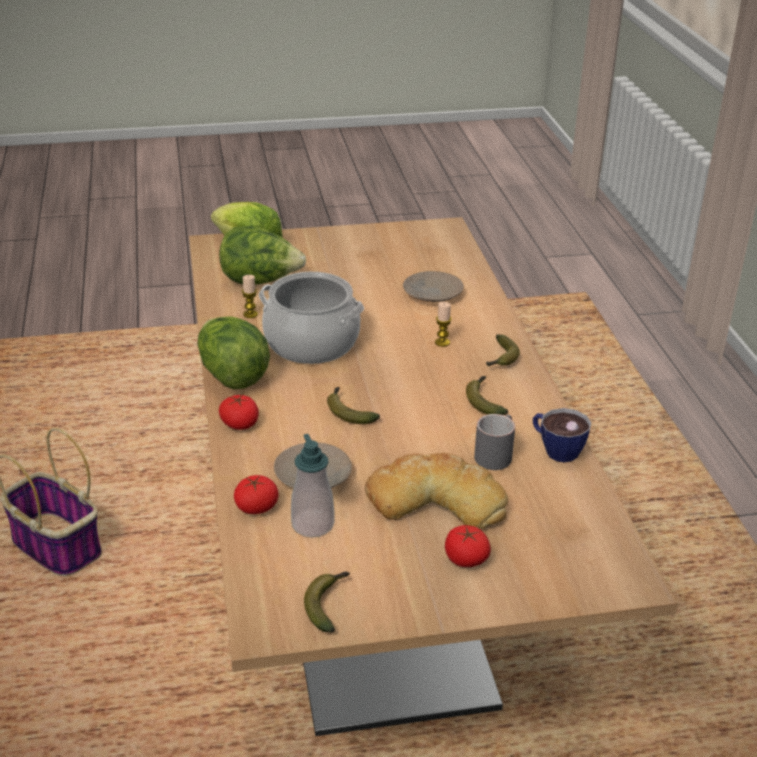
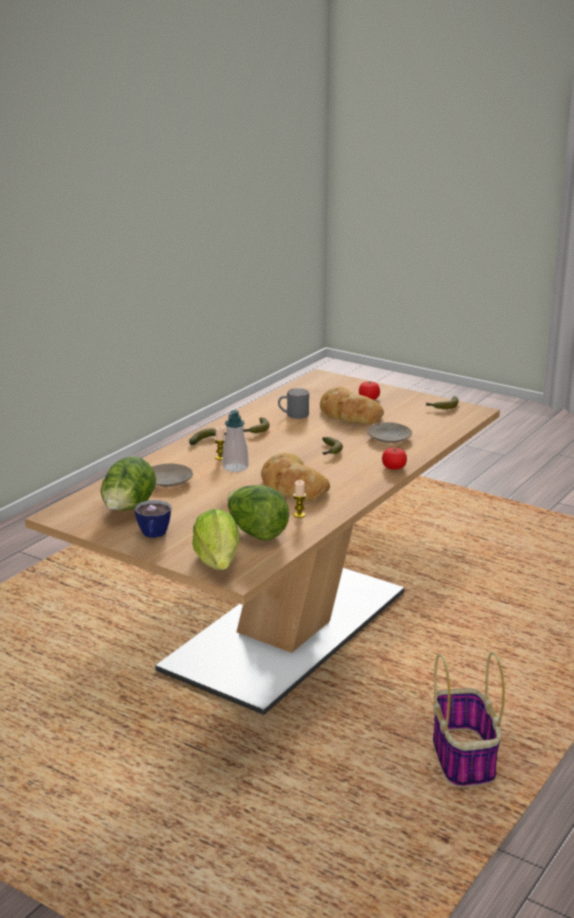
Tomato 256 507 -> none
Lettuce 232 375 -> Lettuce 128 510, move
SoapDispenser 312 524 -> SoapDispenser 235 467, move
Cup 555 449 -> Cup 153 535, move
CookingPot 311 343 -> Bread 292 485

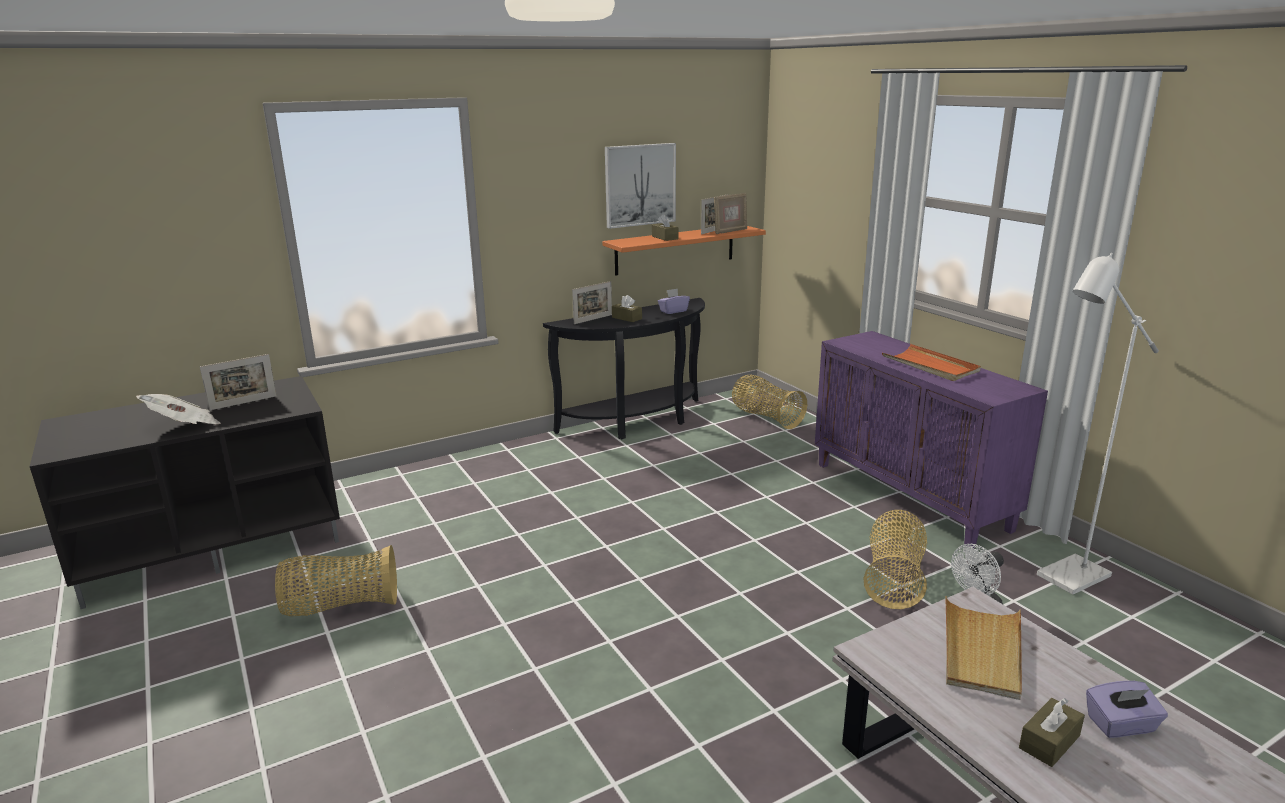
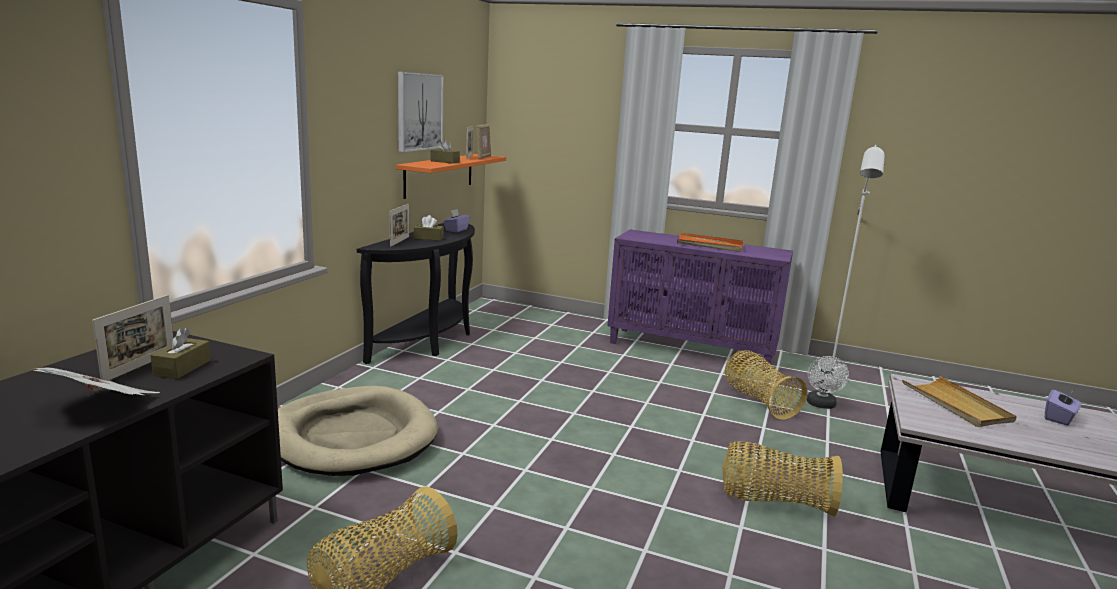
none -> BeigeDogBed 352 437
Basket 766 417 -> Basket 774 501, move
BrownTissueBox 1049 742 -> BrownTissueBox 182 368, move

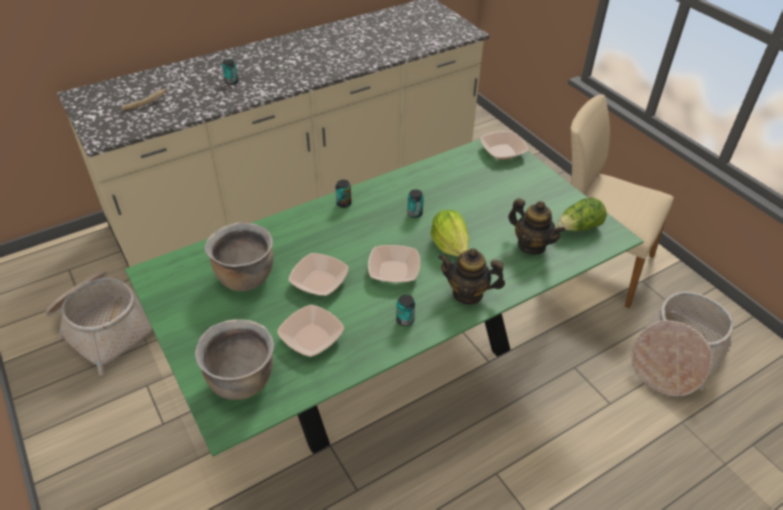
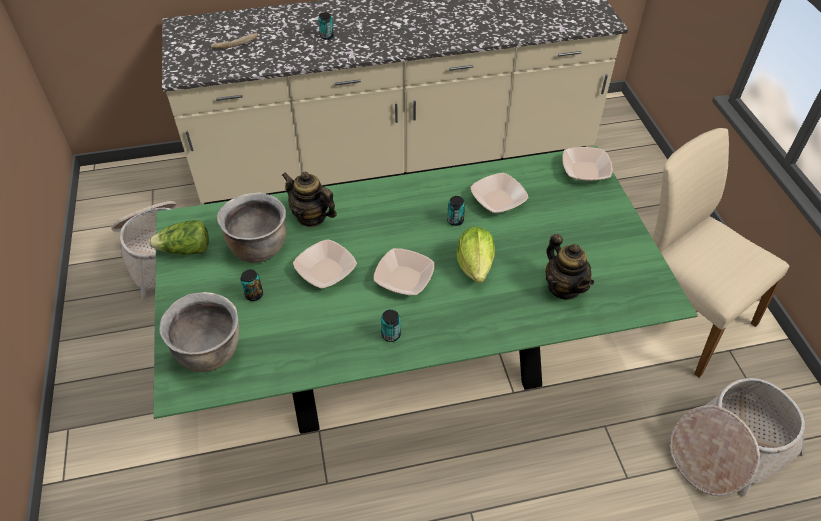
Bowl 311 338 -> Bowl 498 200, move
Can 343 203 -> Can 254 295, move
Teapot 468 293 -> Teapot 311 217, move
Lettuce 579 227 -> Lettuce 185 250, move

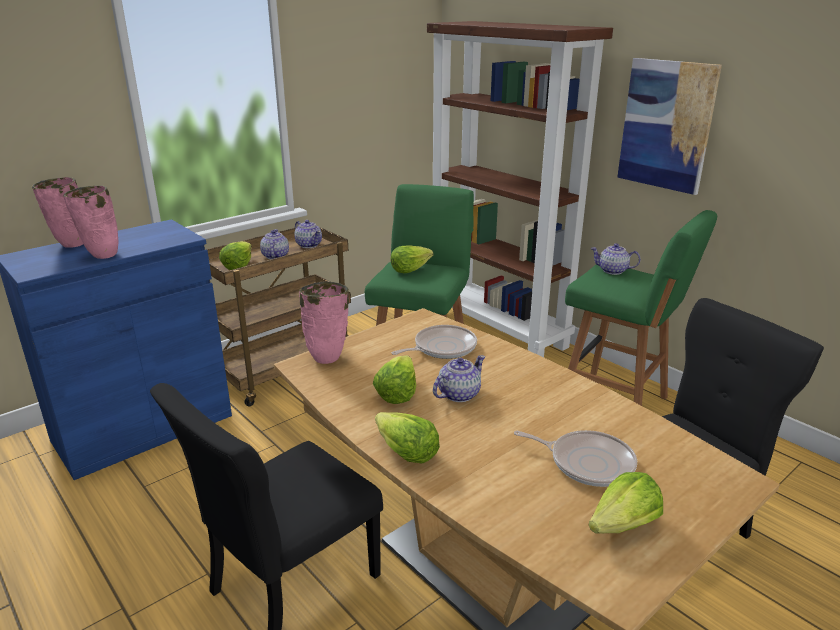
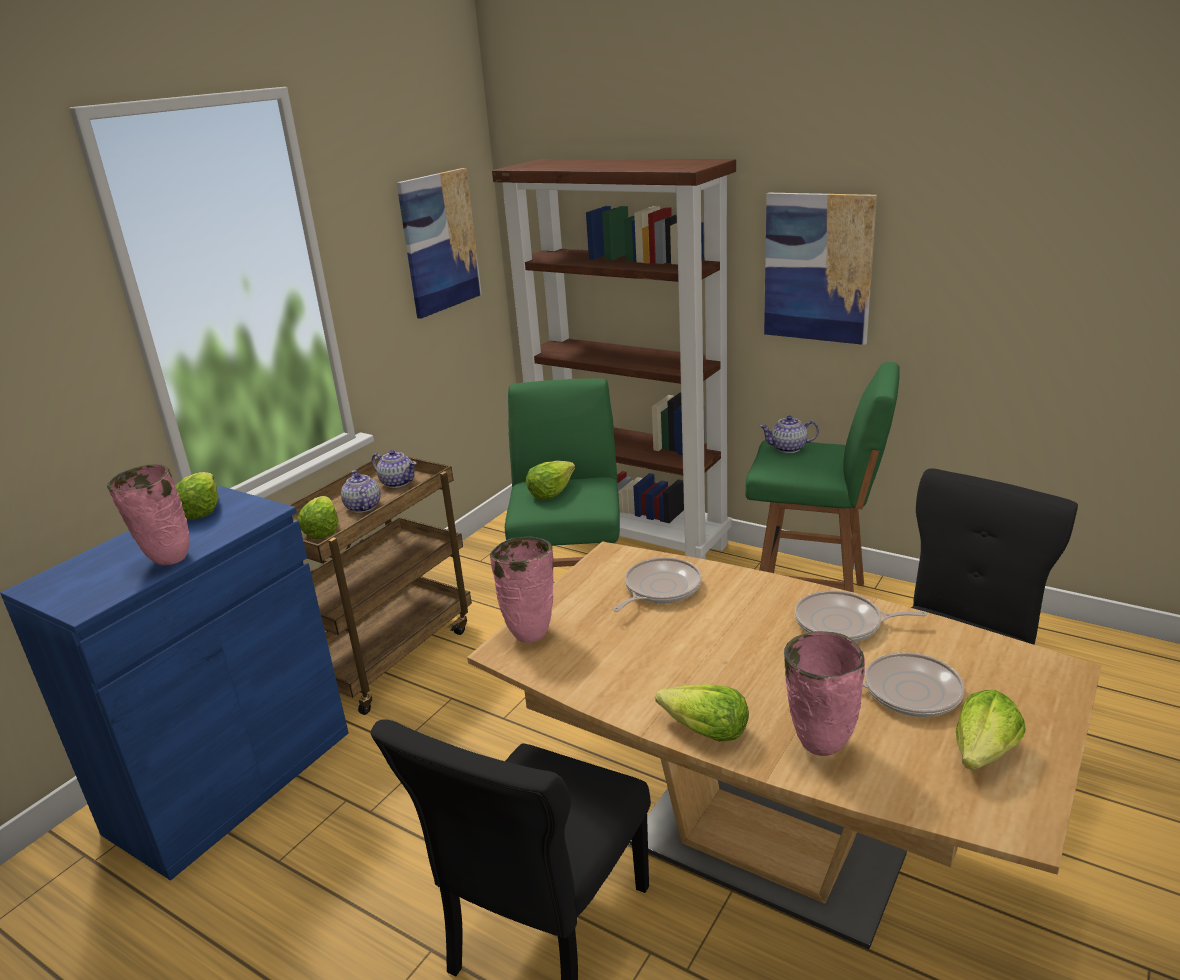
Teapot 458 394 -> none
none -> Picture 439 242
none -> FryingPan 843 624
PinkVase 70 245 -> PinkVase 818 747, move
Lettuce 397 392 -> Lettuce 200 510, move

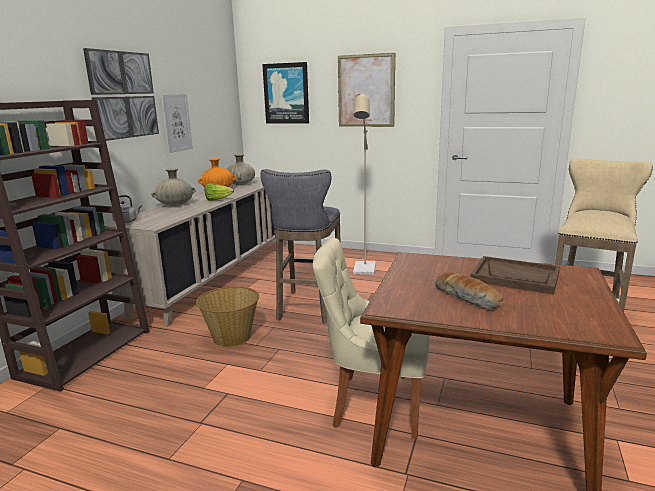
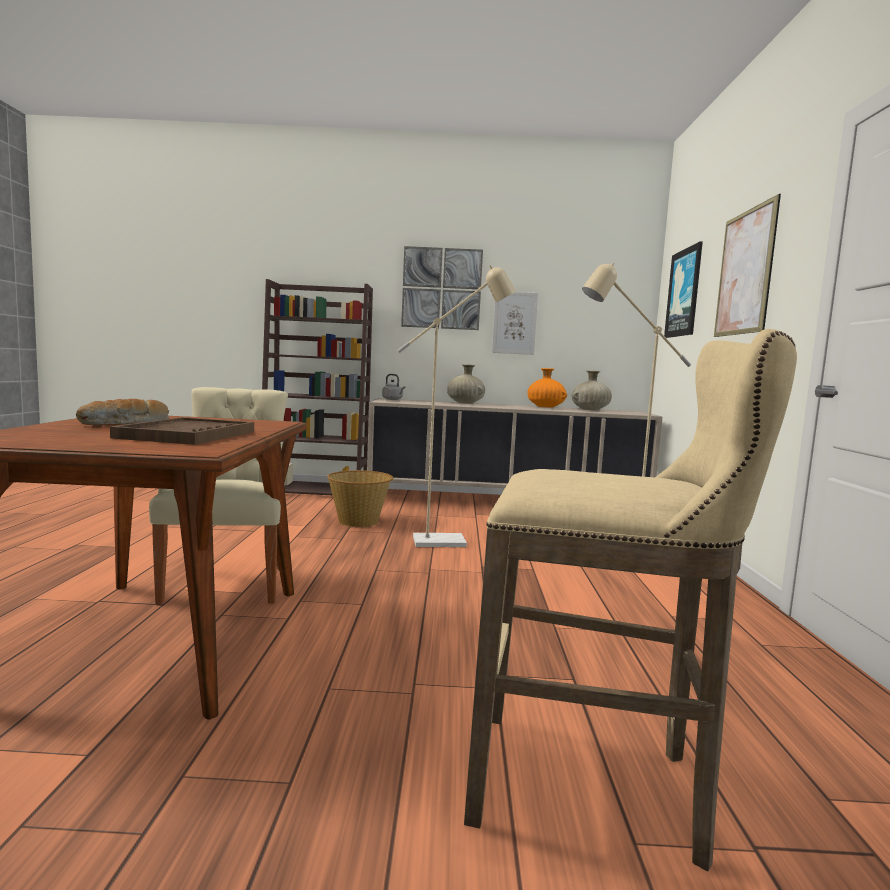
Lettuce 217 200 -> none
GreyStool 308 308 -> BeigeFloorLamp 449 541

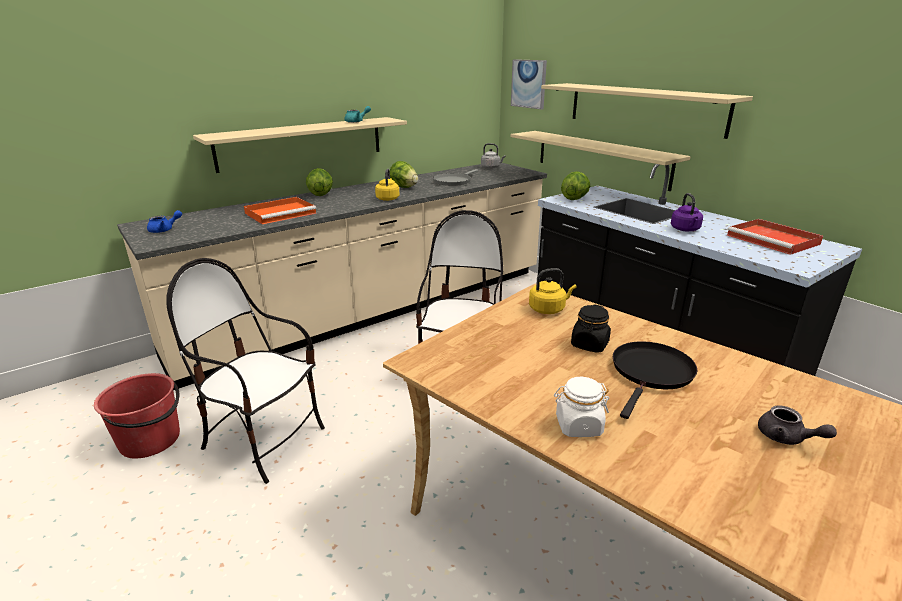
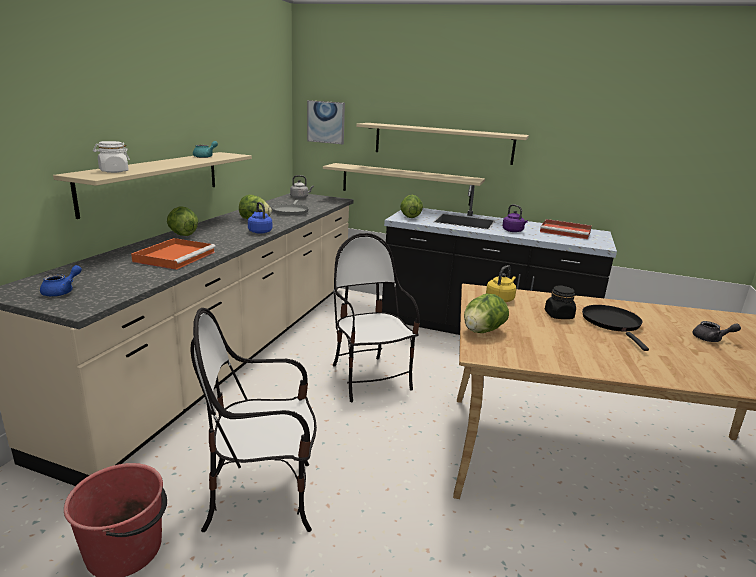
none -> Lettuce 482 331
WhiteJar 578 426 -> WhiteJar 113 171, move
YellowKettle 388 198 -> BlueKettle 259 231

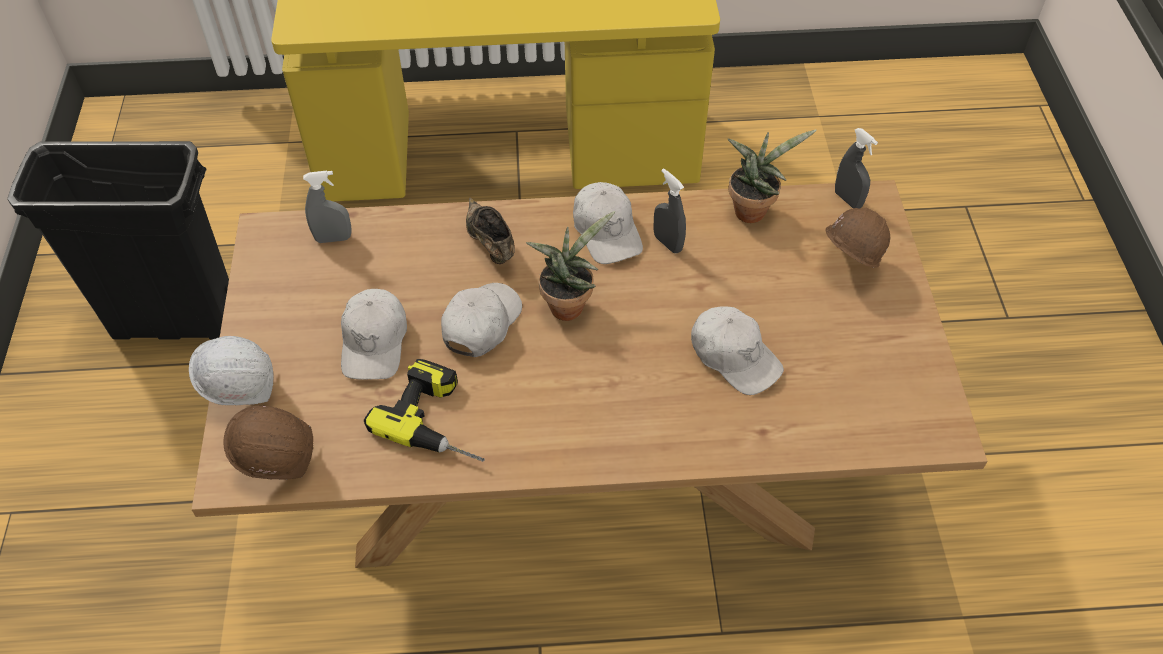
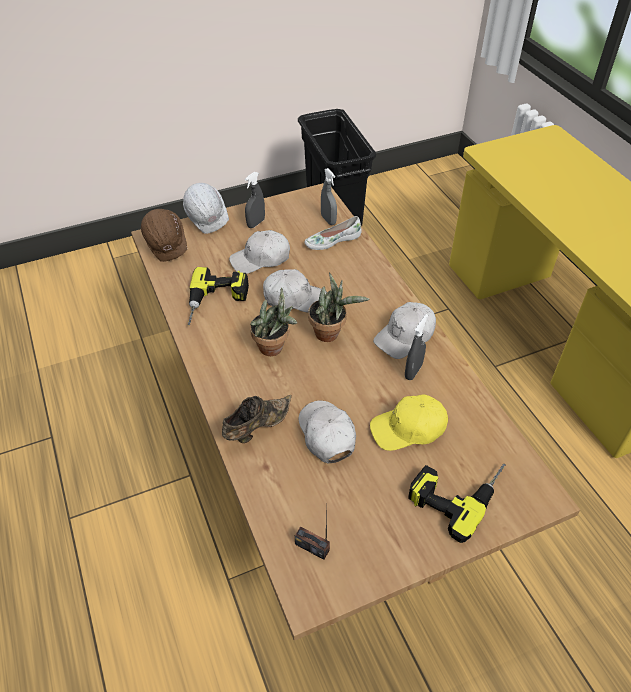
none -> Radio 312 547
none -> WhiteShoe 332 240
none -> YellowCap 408 429
BrownShoe 490 244 -> BrownShoe 256 427, move
PottedPlant 753 209 -> PottedPlant 274 349, move
GreySprayBottle 848 199 -> GreySprayBottle 256 223, move
BrownHardHat 846 264 -> PowerDrill 456 490
WhiteCap 734 356 -> WhiteCap 326 435, 135 degrees clockwise

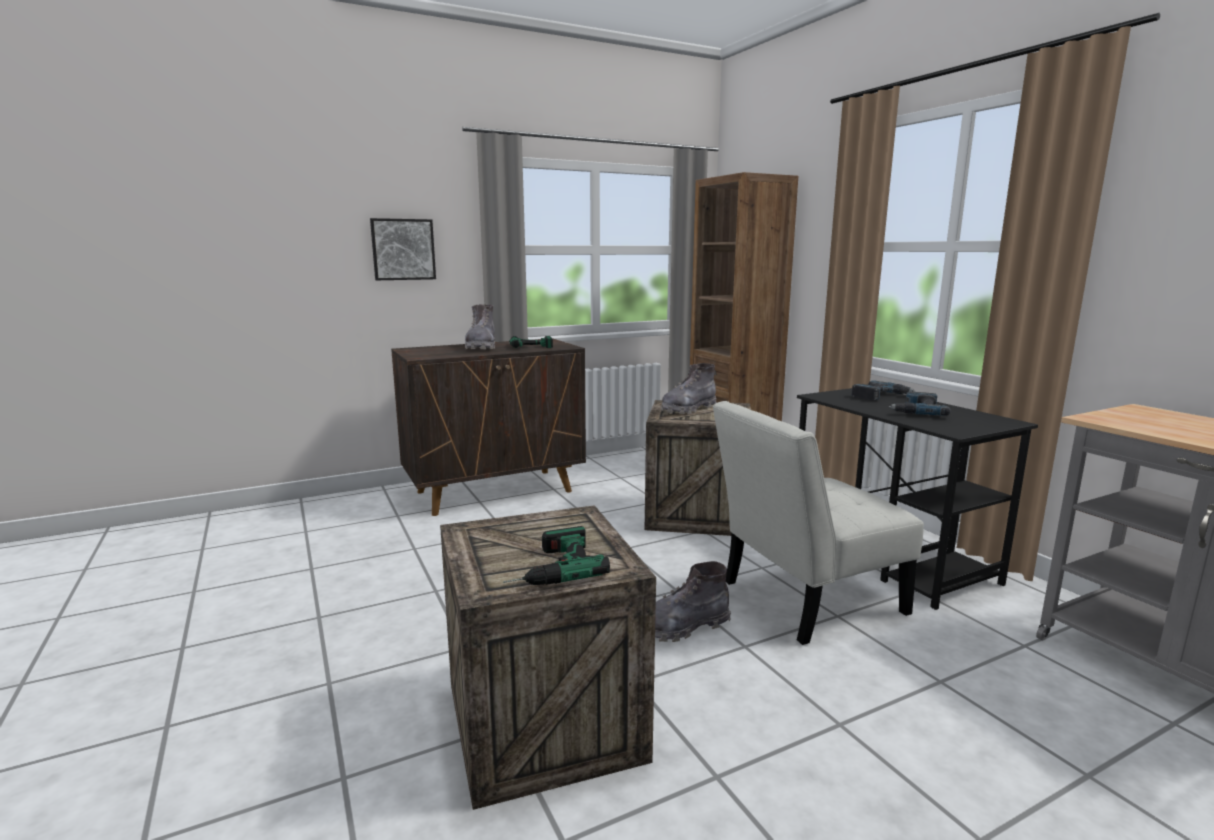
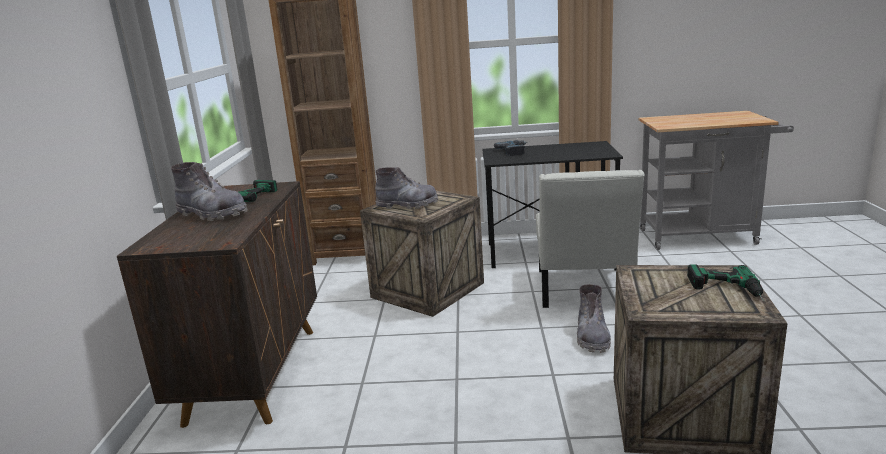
Picture 403 249 -> none
PowerDrill 916 410 -> none
GreyBoot 688 409 -> GreyBoot 407 205, 75 degrees counterclockwise

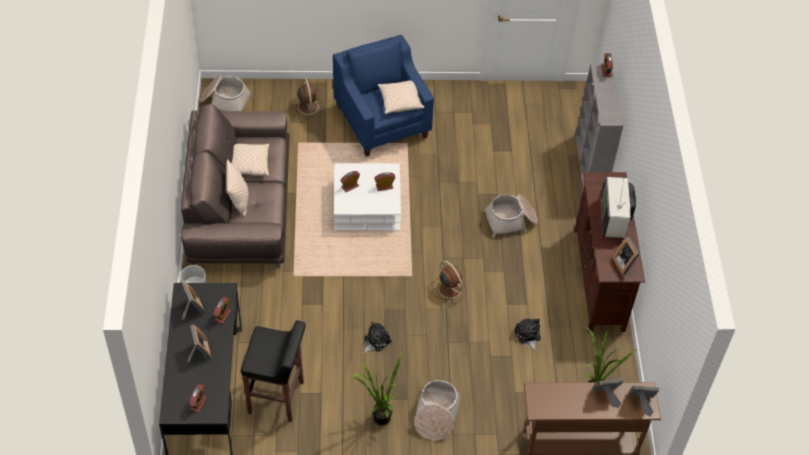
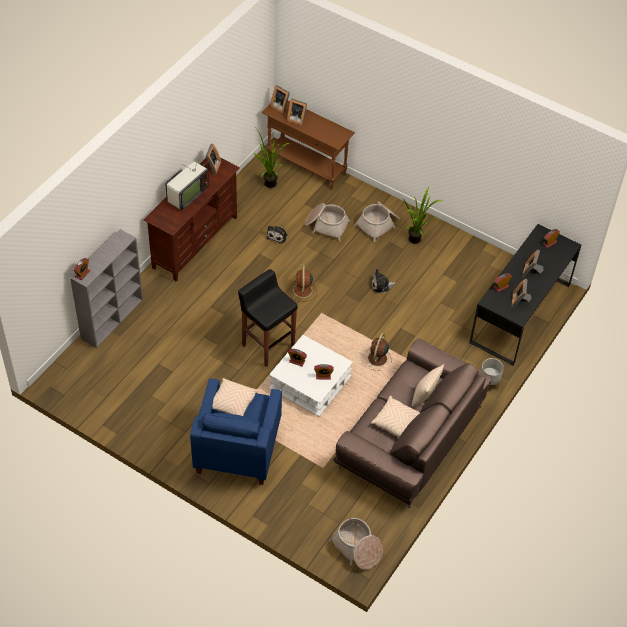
BlackStool 277 398 -> BlackStool 267 345, move
BrownFan 308 106 -> BrownFan 377 359, move
Basket 511 220 -> Basket 326 225, move

